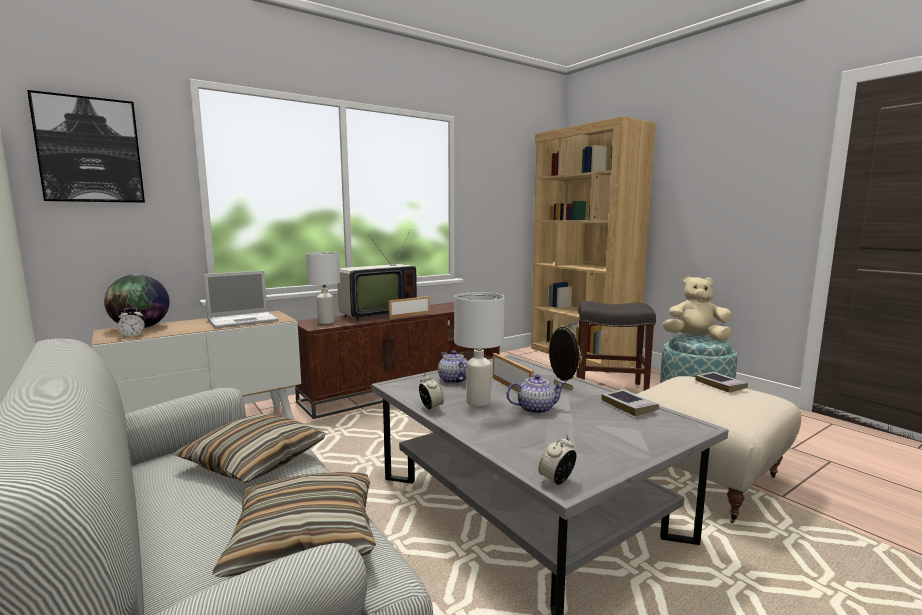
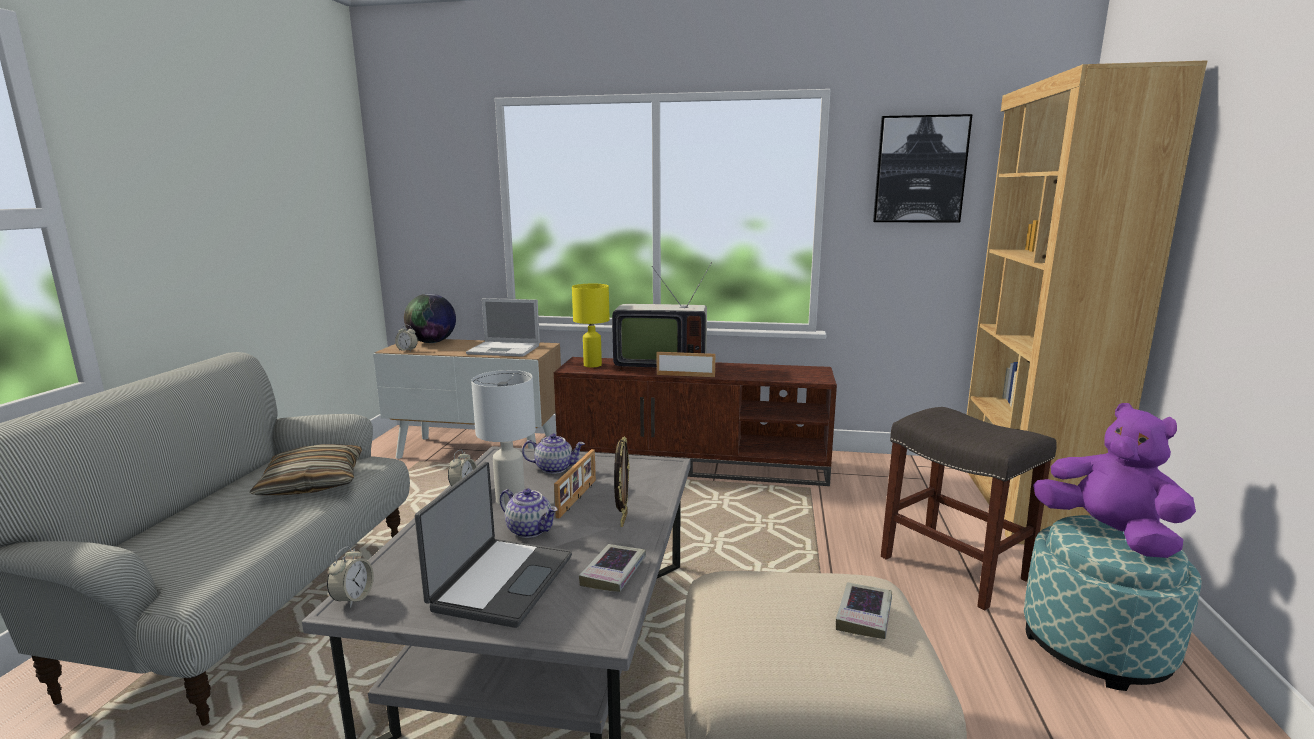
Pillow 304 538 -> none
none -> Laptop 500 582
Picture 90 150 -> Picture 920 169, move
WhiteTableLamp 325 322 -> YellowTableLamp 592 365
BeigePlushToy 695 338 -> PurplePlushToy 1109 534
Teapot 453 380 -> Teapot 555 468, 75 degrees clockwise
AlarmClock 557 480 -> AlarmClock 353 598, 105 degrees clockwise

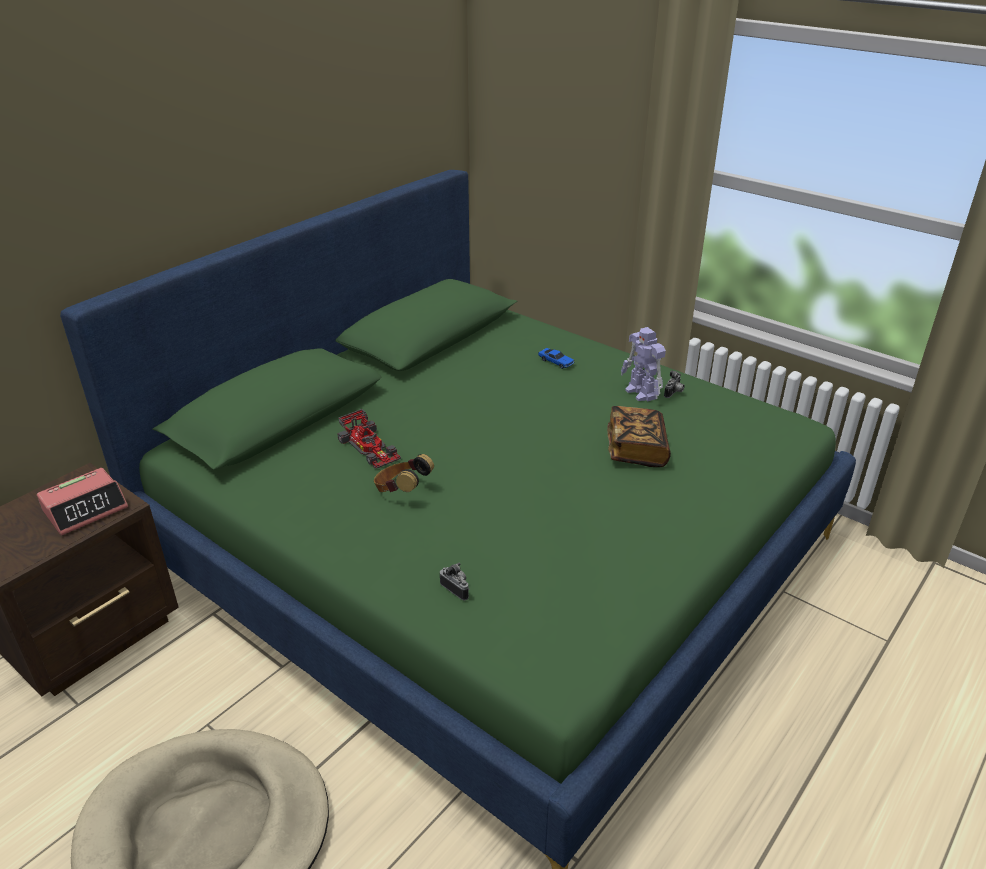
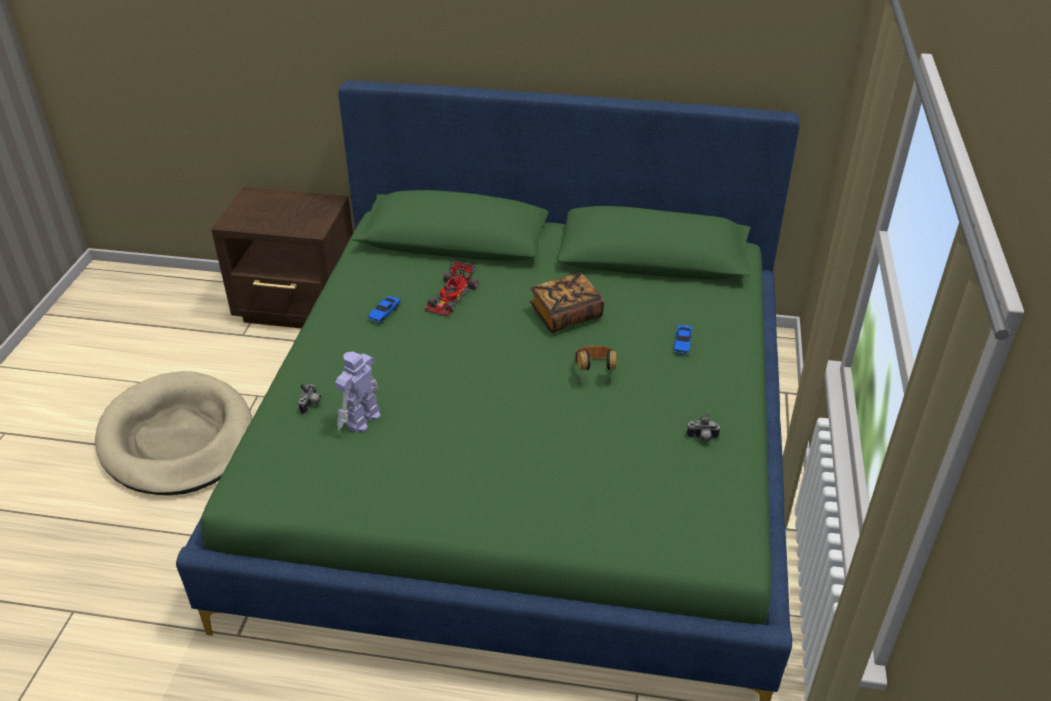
AlarmClock 86 509 -> none
none -> ToyCar 384 313
Headphones 402 491 -> Headphones 595 370, move
Book 636 450 -> Book 566 315, move
ToyRobot 641 393 -> ToyRobot 362 420, move

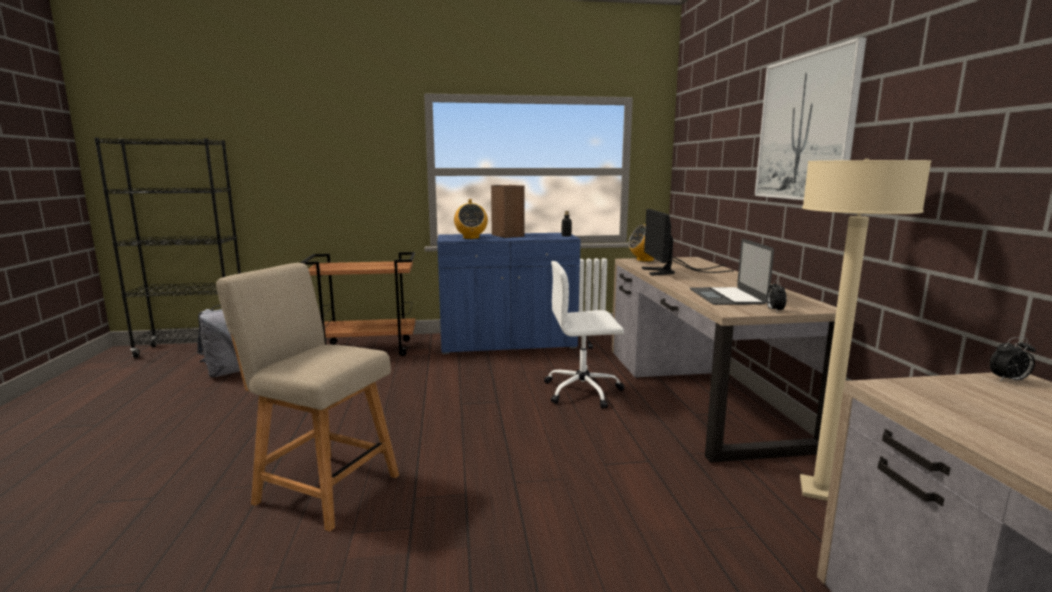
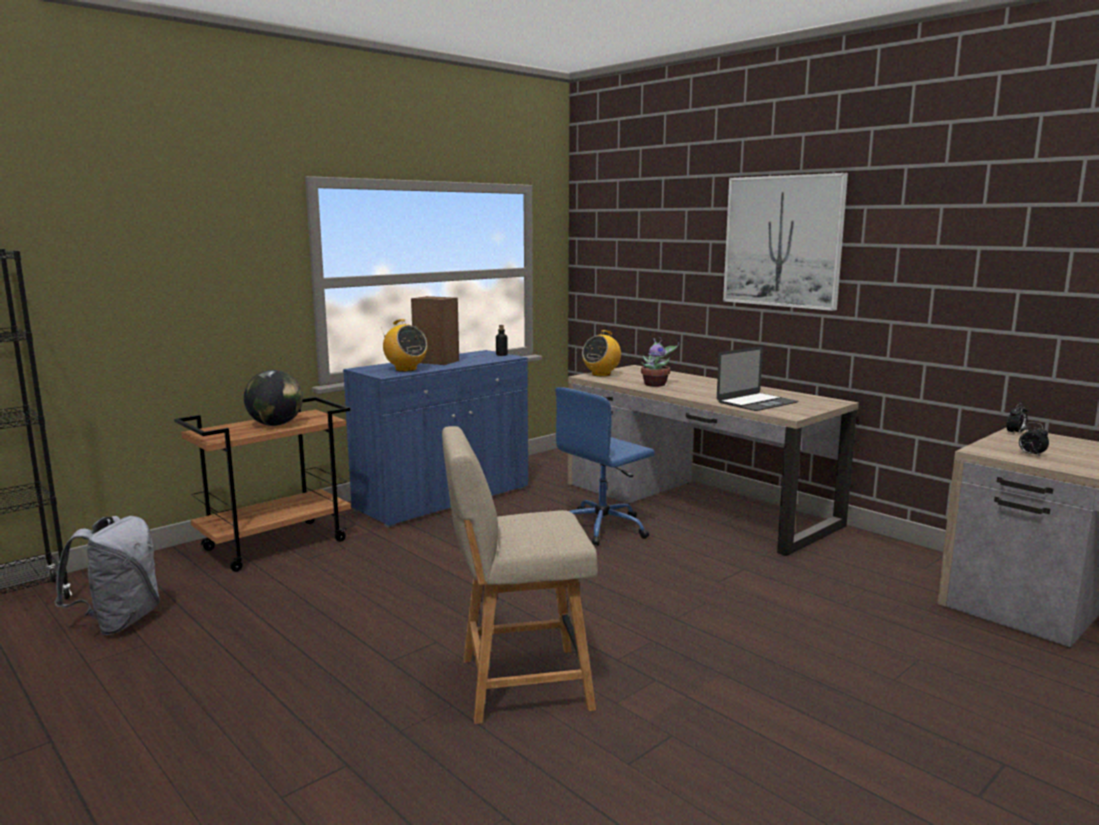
BeigeFloorLamp 820 491 -> none
none -> Globe 275 424
AlarmClock 774 310 -> AlarmClock 1030 455, move
Monitor 670 272 -> PottedPlant 656 384
WhiteOfficeChair 583 391 -> BlueOfficeChair 603 528
Laptop 727 296 -> Laptop 757 402, 90 degrees counterclockwise

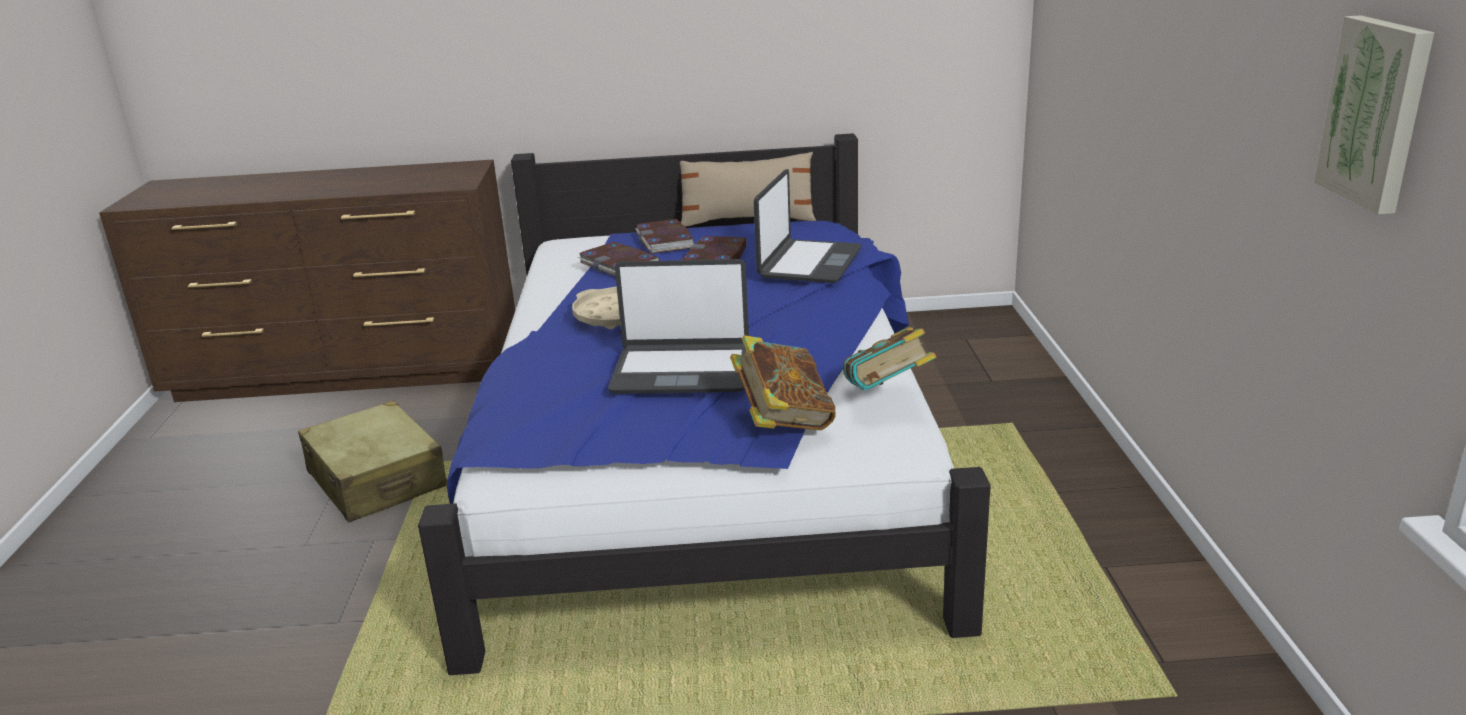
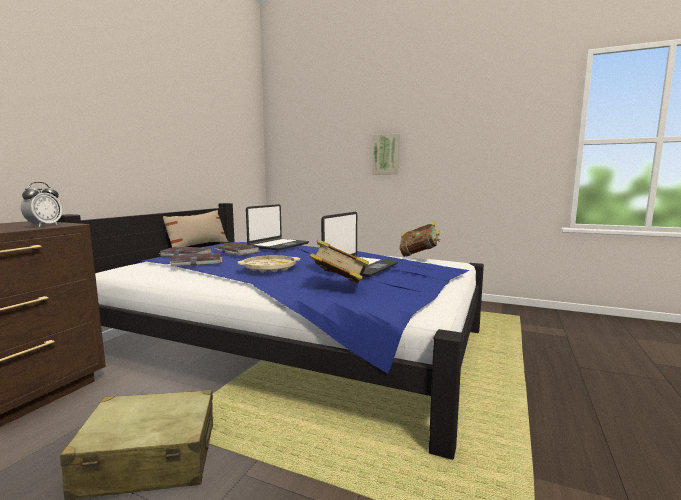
none -> AlarmClock 44 226
Book 783 421 -> Book 338 286, move
Picture 1377 112 -> Picture 386 154, move
Laptop 808 263 -> Laptop 278 245, 75 degrees clockwise

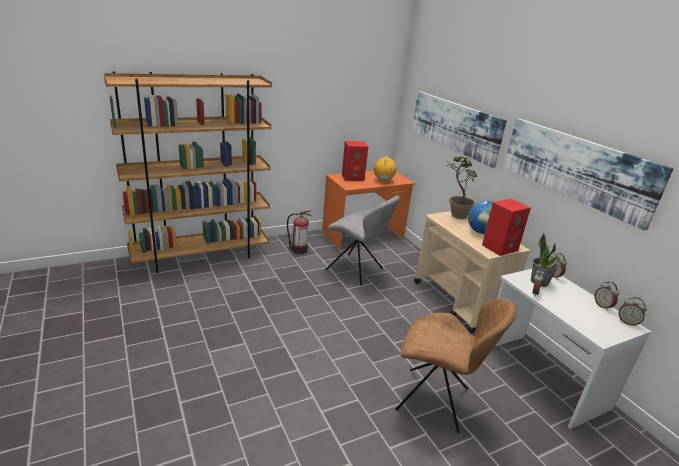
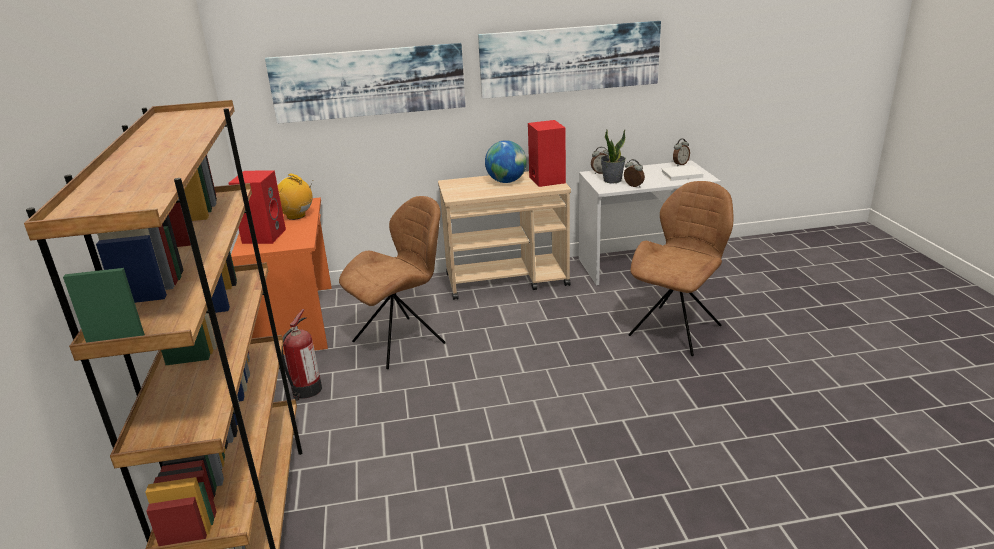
PottedPlant 454 216 -> none
AlarmClock 602 306 -> none
none -> WhiteBook 680 175
GreyChair 356 270 -> BrownChair 402 341

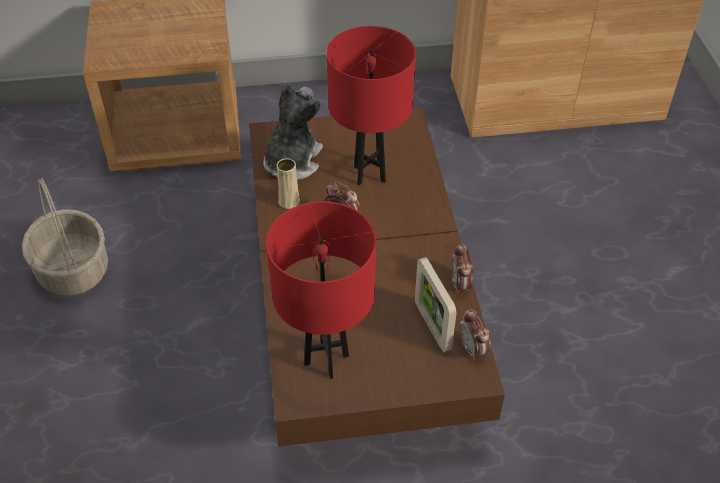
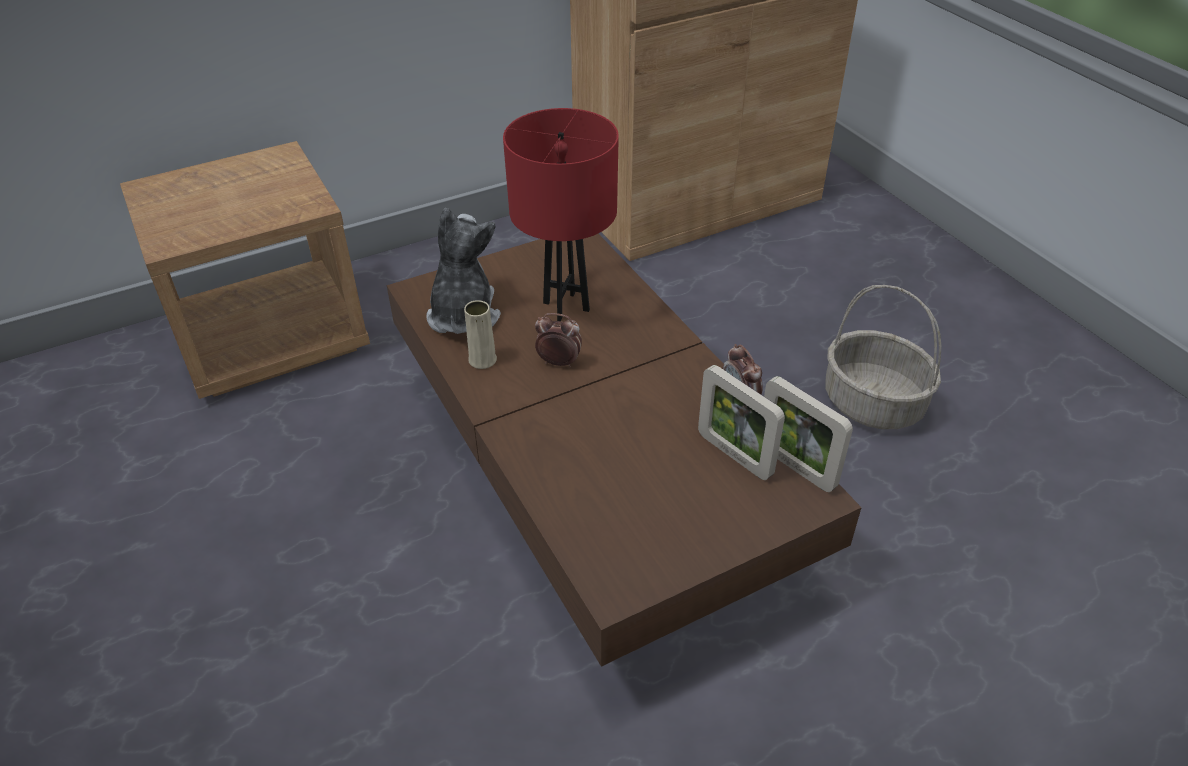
RedTableLamp 326 360 -> none
Basket 72 270 -> Basket 871 403, move
AlarmClock 472 349 -> PictureFrame 795 467

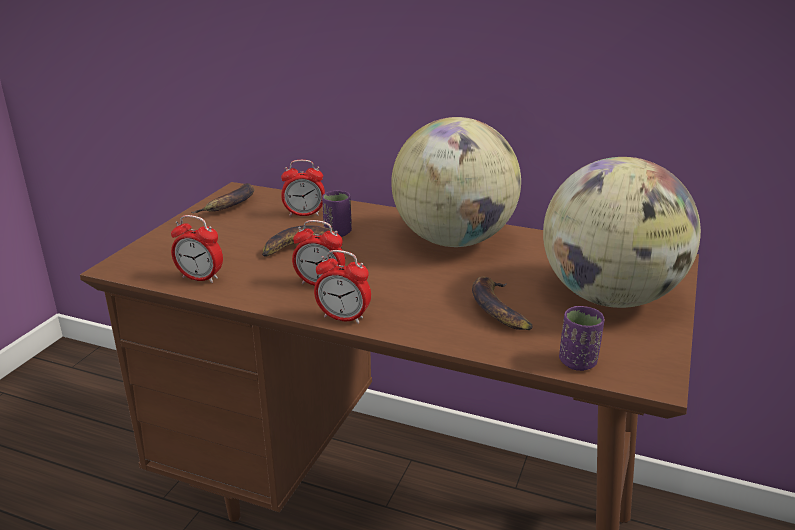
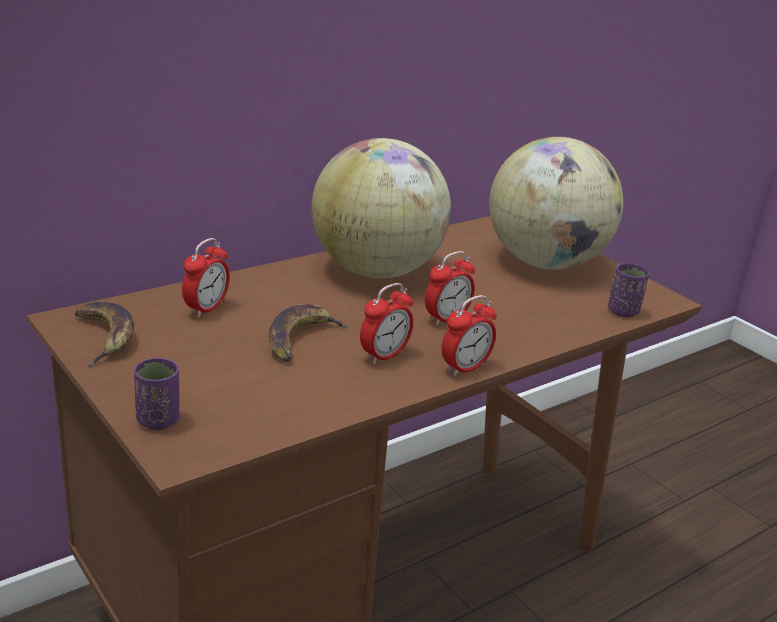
Banana 498 309 -> none
AlarmClock 200 278 -> AlarmClock 446 319, move
PurpleCup 337 232 -> PurpleCup 158 420, move

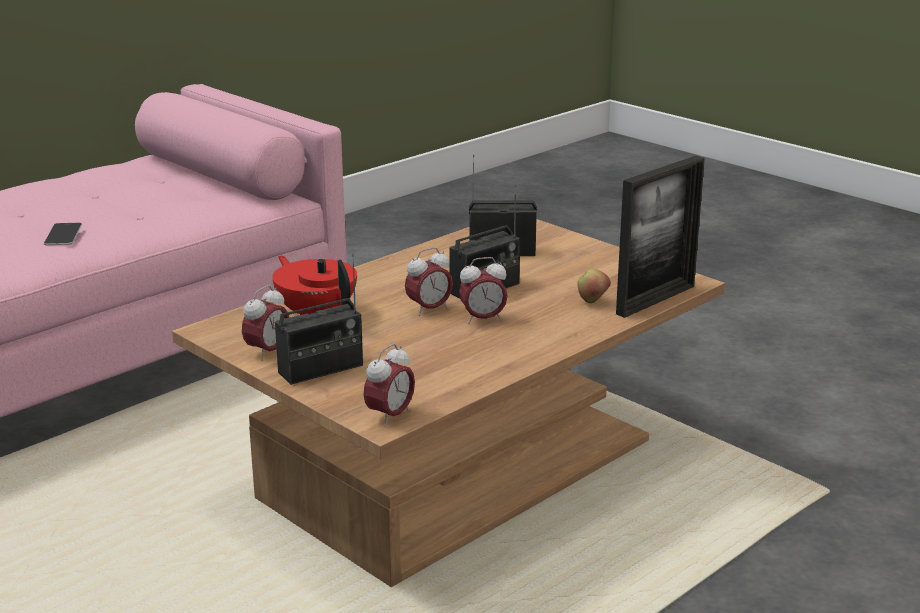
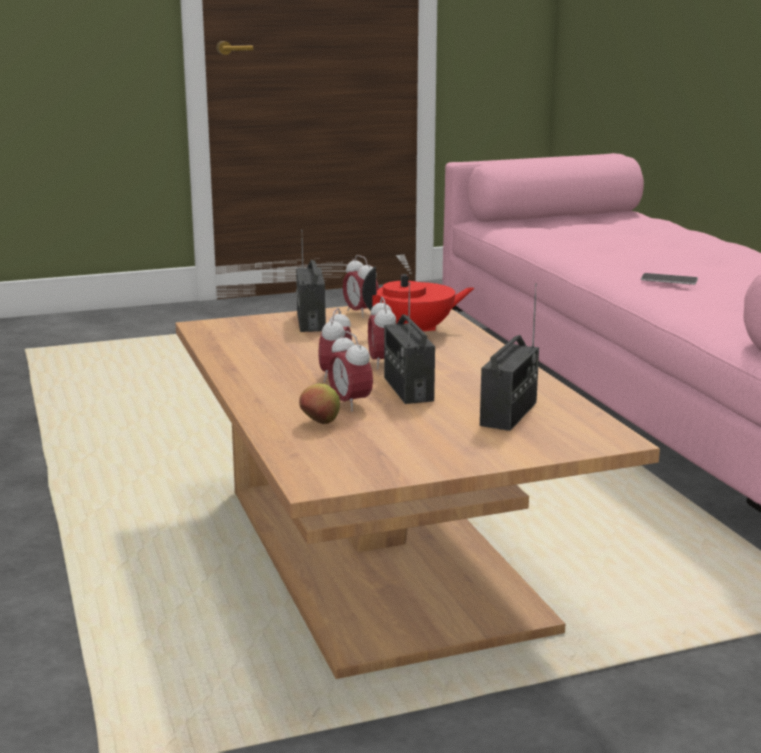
PictureFrame 655 300 -> none
AlarmClock 390 416 -> AlarmClock 350 404, move

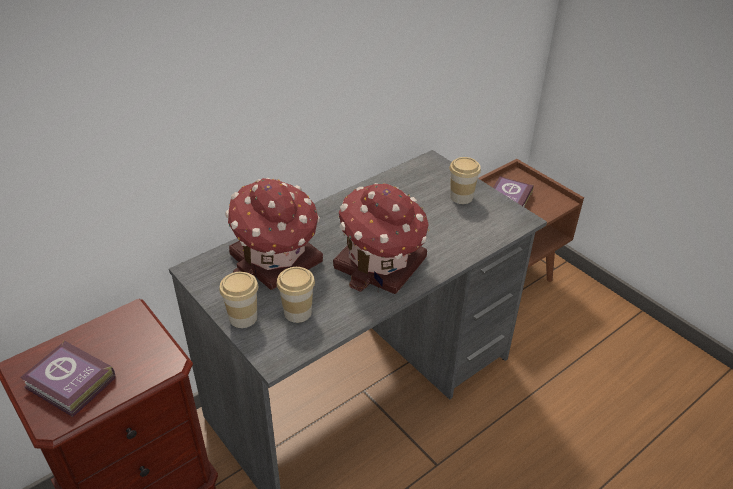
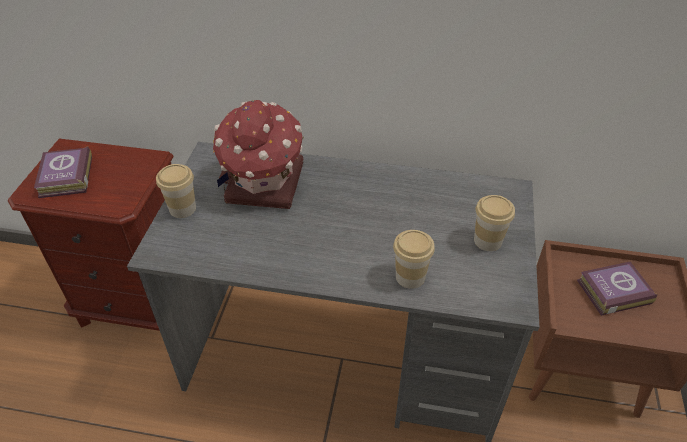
ToyHouse 381 265 -> none
Cup 297 312 -> Cup 410 277, move

